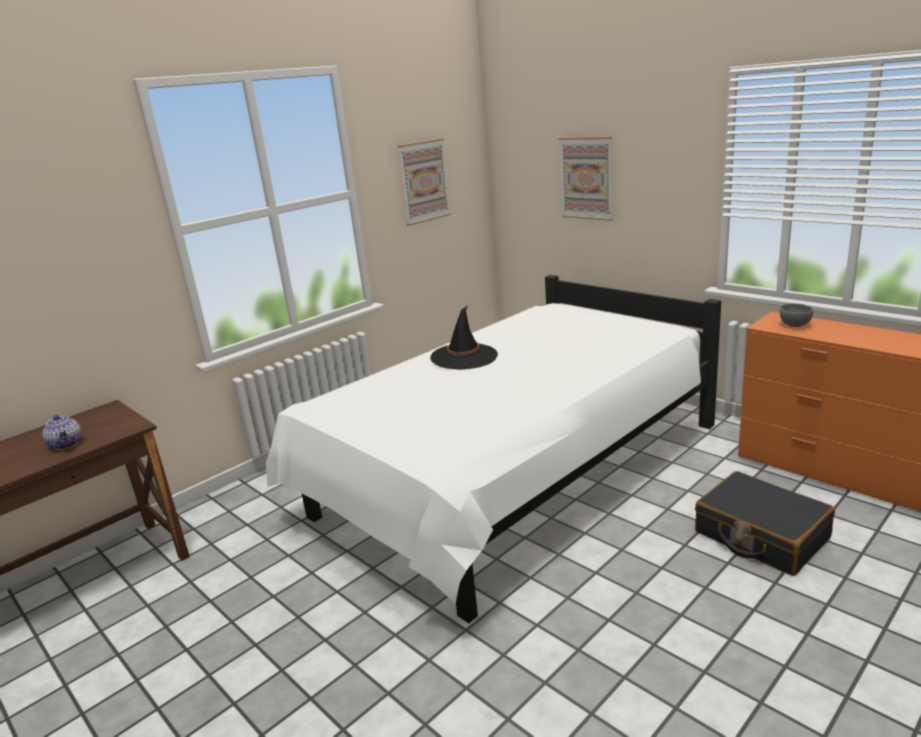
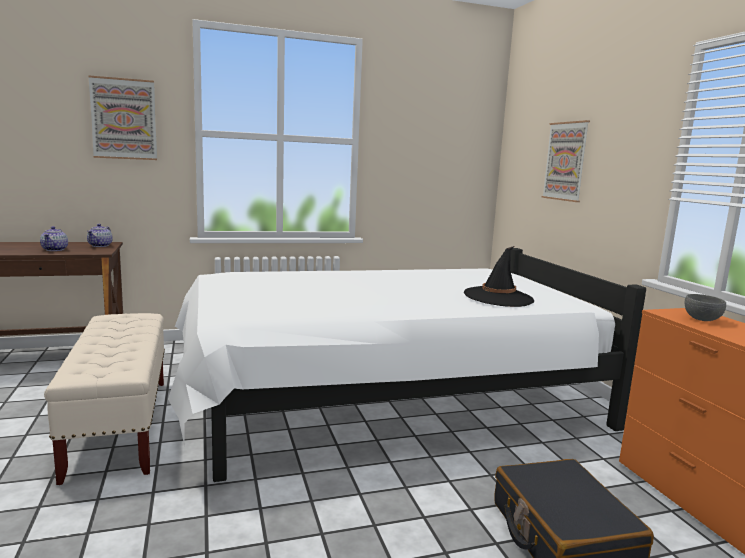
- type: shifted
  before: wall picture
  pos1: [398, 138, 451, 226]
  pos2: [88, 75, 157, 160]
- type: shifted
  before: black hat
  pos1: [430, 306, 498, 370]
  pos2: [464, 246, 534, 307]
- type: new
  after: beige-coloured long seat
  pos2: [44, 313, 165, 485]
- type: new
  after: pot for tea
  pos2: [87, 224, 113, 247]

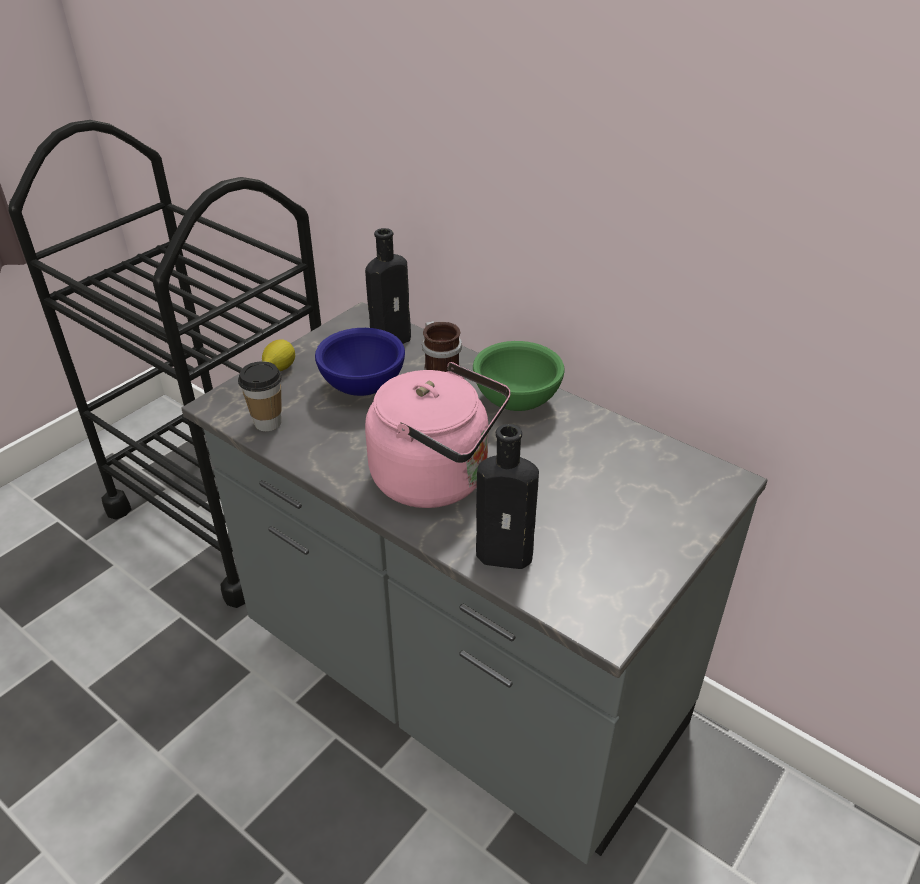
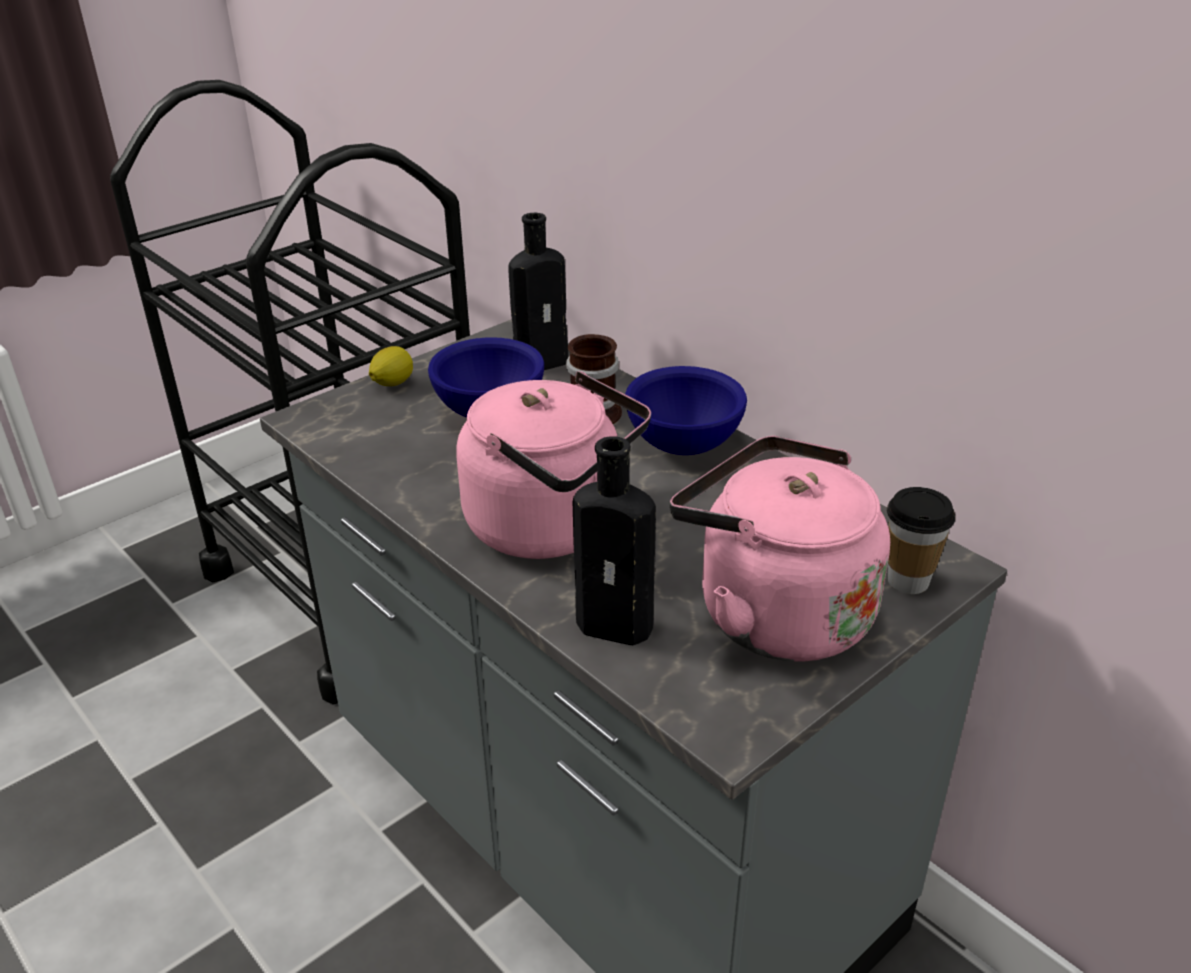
- type: shifted
  before: drinking cup
  pos1: [238, 361, 282, 431]
  pos2: [887, 487, 955, 594]
- type: repainted
  before: green-coloured deep dish
  after: blue-coloured deep dish
  pos1: [473, 341, 565, 411]
  pos2: [625, 366, 747, 455]
- type: new
  after: pink-coloured water kettle
  pos2: [670, 436, 890, 661]

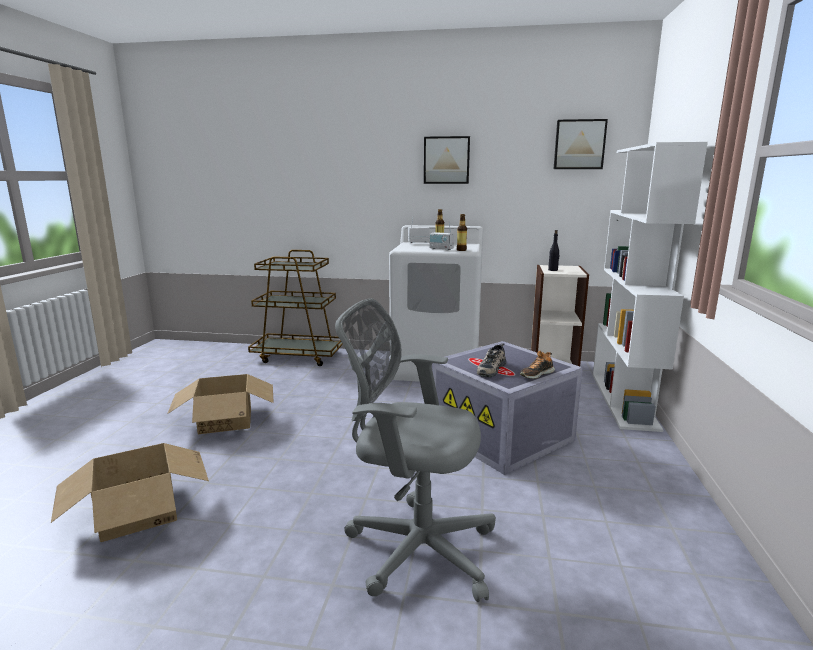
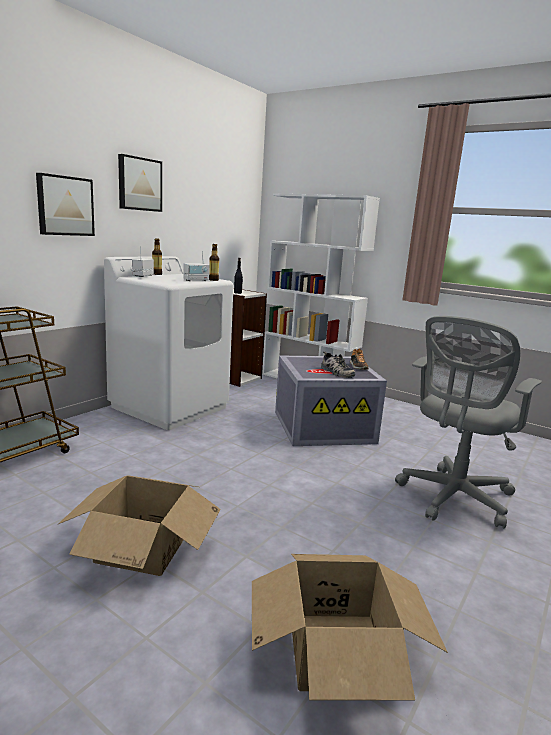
- type: shifted
  before: wall picture
  pos1: [554, 119, 608, 169]
  pos2: [36, 173, 95, 236]

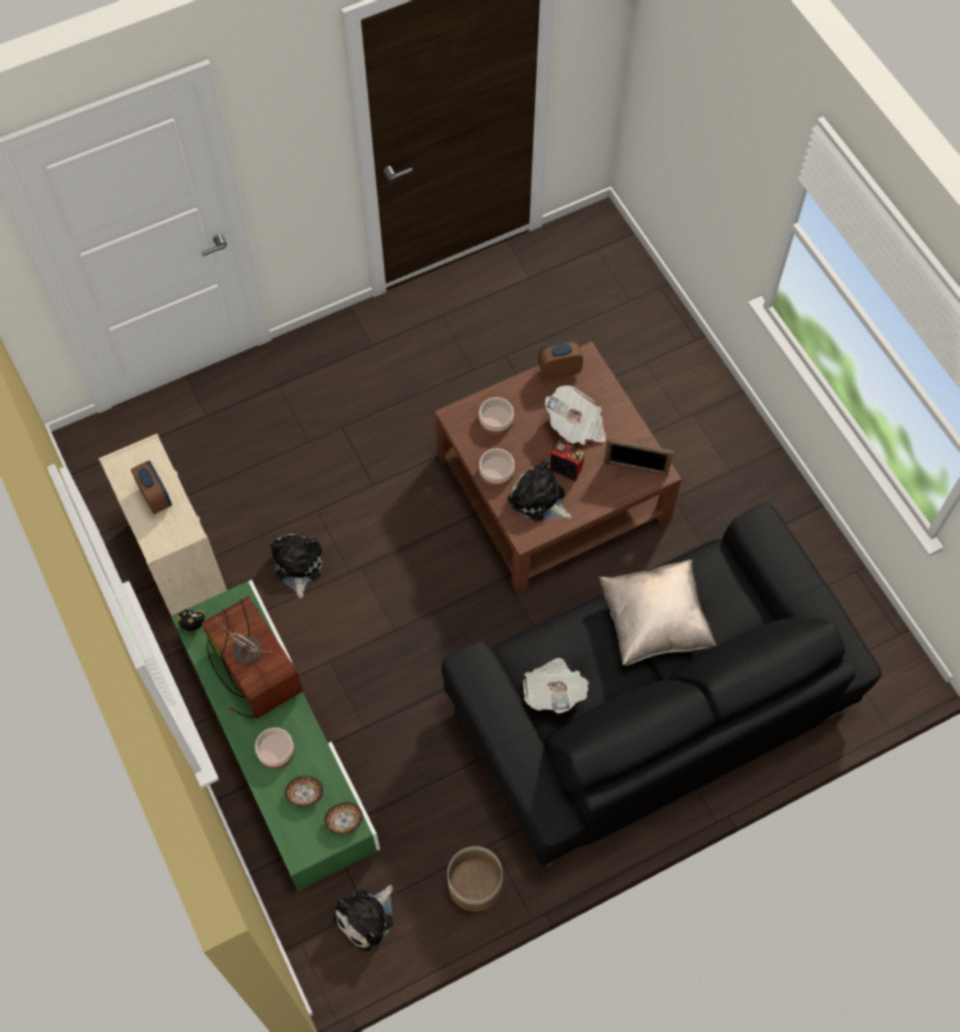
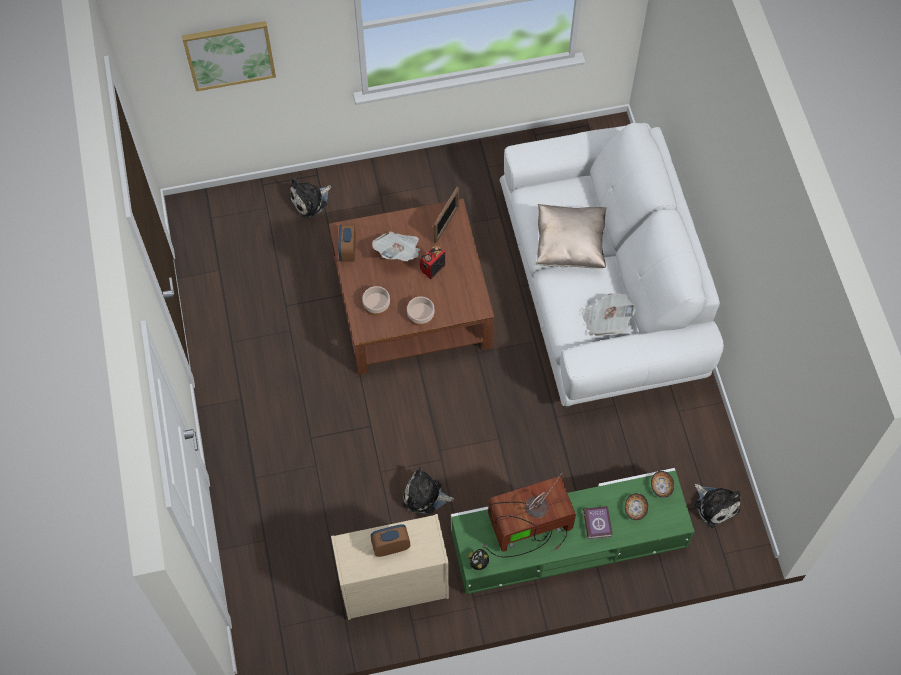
- type: swapped
  before: deep dish
  after: volume
  pos1: [255, 727, 295, 769]
  pos2: [583, 506, 613, 539]
- type: repainted
  before: black couch
  after: whitish couch
  pos1: [441, 503, 881, 868]
  pos2: [500, 123, 724, 408]
- type: gone
  before: plant pot
  pos1: [447, 846, 503, 912]
- type: shifted
  before: cuddly toy
  pos1: [508, 459, 572, 522]
  pos2: [289, 178, 331, 218]
- type: new
  after: wall picture
  pos2: [182, 21, 276, 92]

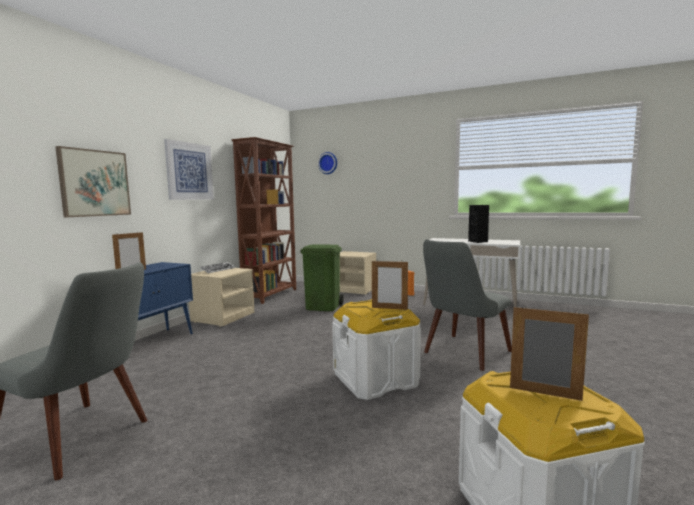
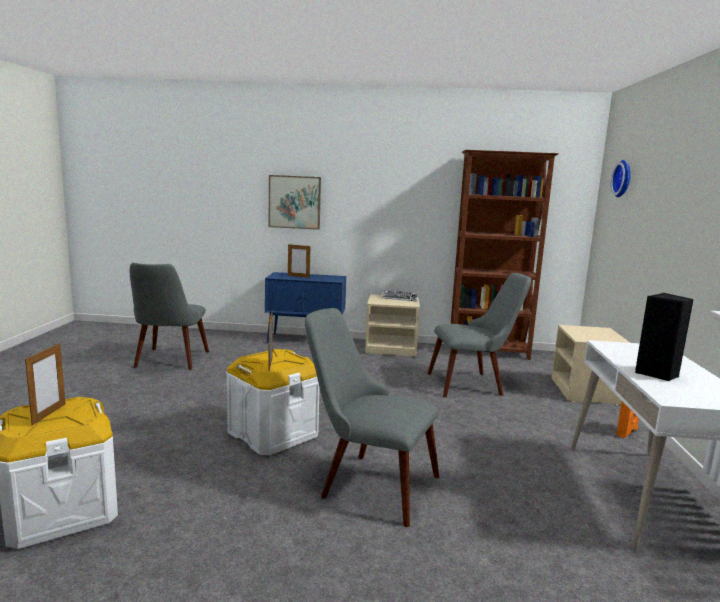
- type: gone
  before: wall picture
  pos1: [164, 139, 214, 200]
- type: swapped
  before: green-coloured rubbish bin
  after: grey plain chair
  pos1: [300, 244, 344, 311]
  pos2: [427, 273, 531, 397]

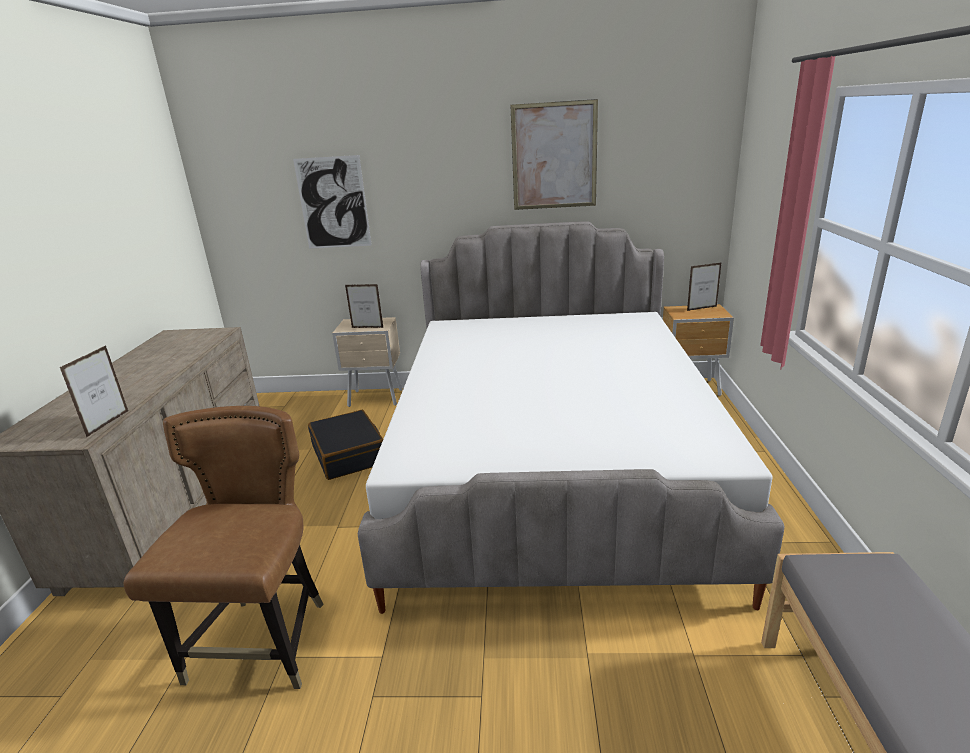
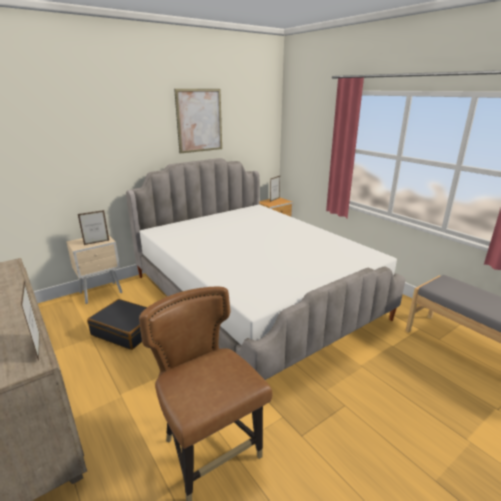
- type: gone
  before: wall picture
  pos1: [293, 155, 372, 249]

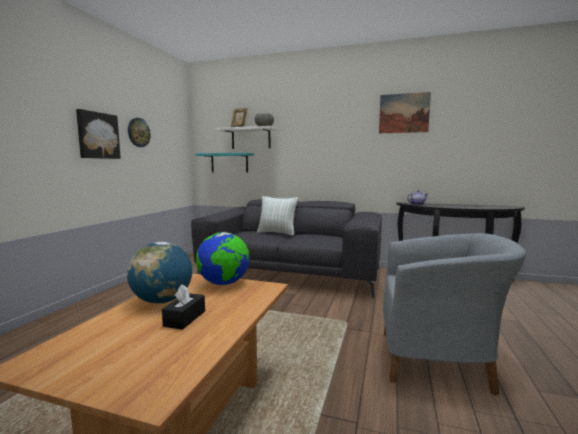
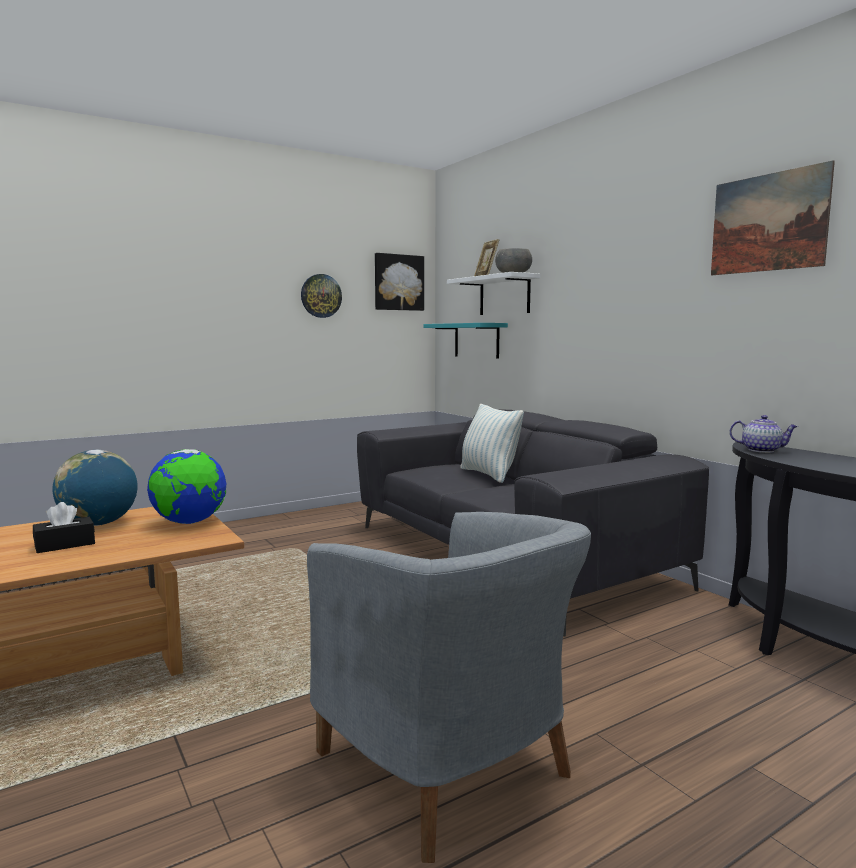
- type: shifted
  before: wall picture
  pos1: [76, 109, 121, 159]
  pos2: [375, 253, 424, 311]

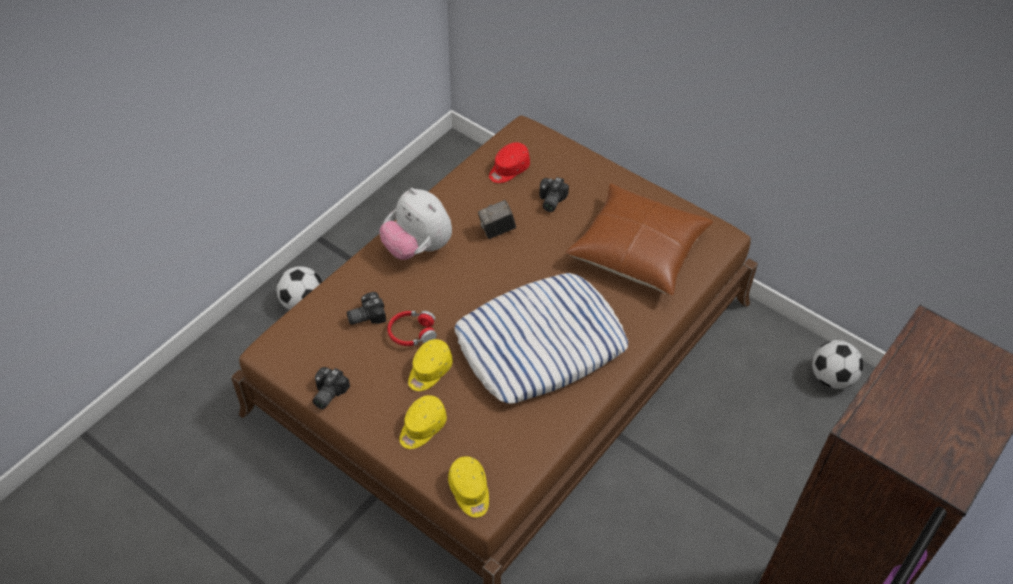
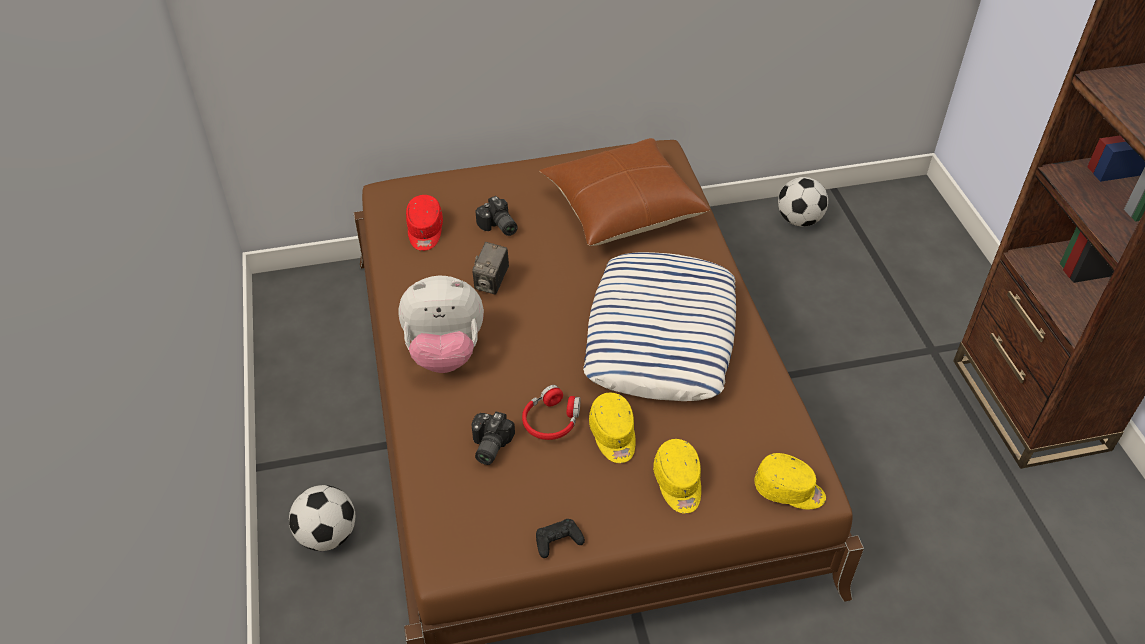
- type: swapped
  before: photo camera
  after: black joypad
  pos1: [313, 367, 350, 409]
  pos2: [536, 519, 585, 558]

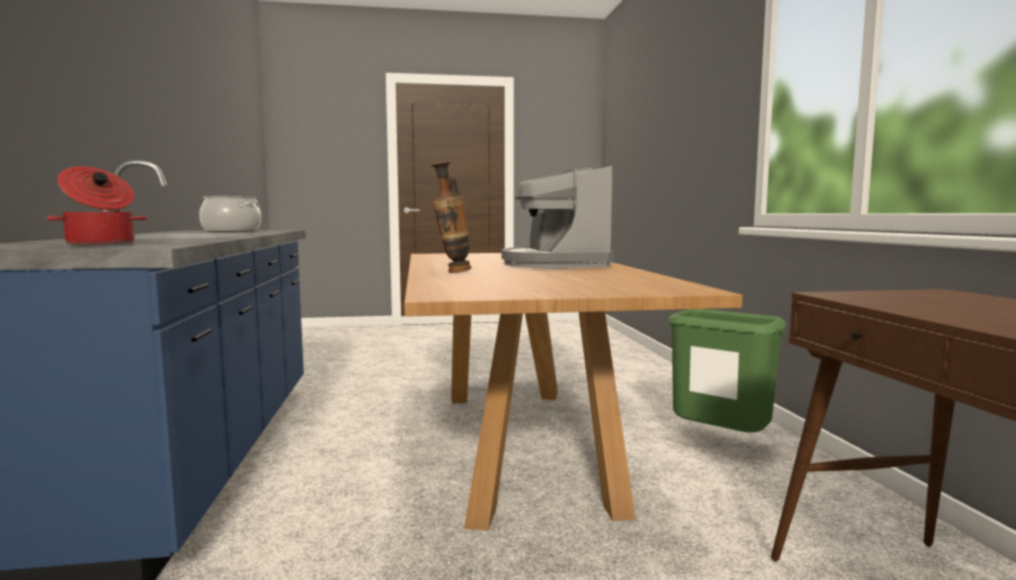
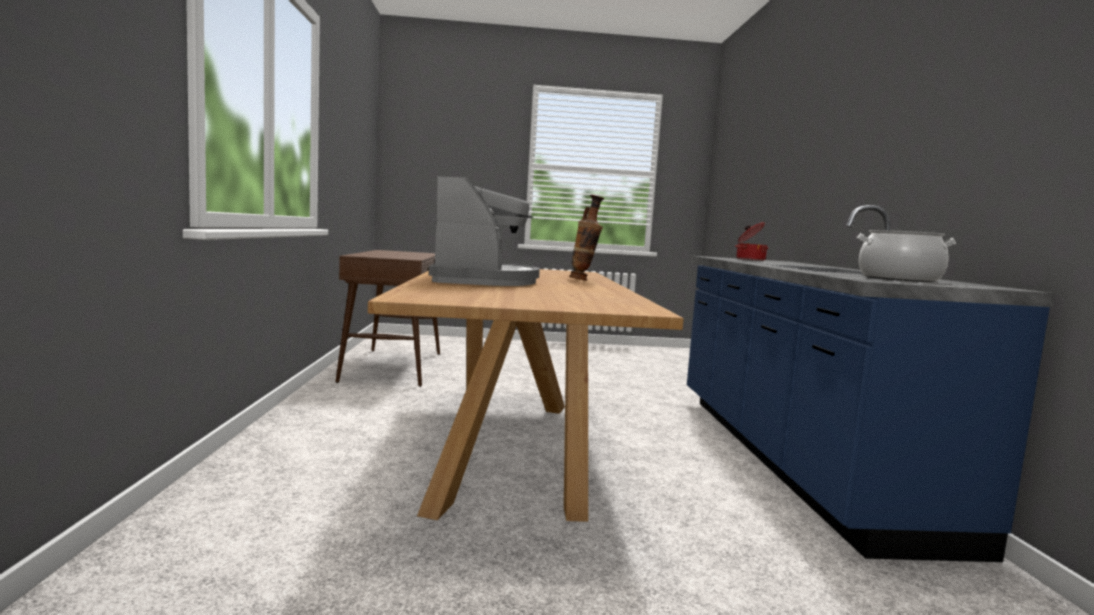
- type: gone
  before: green-coloured rubbish bin
  pos1: [668, 309, 786, 433]

